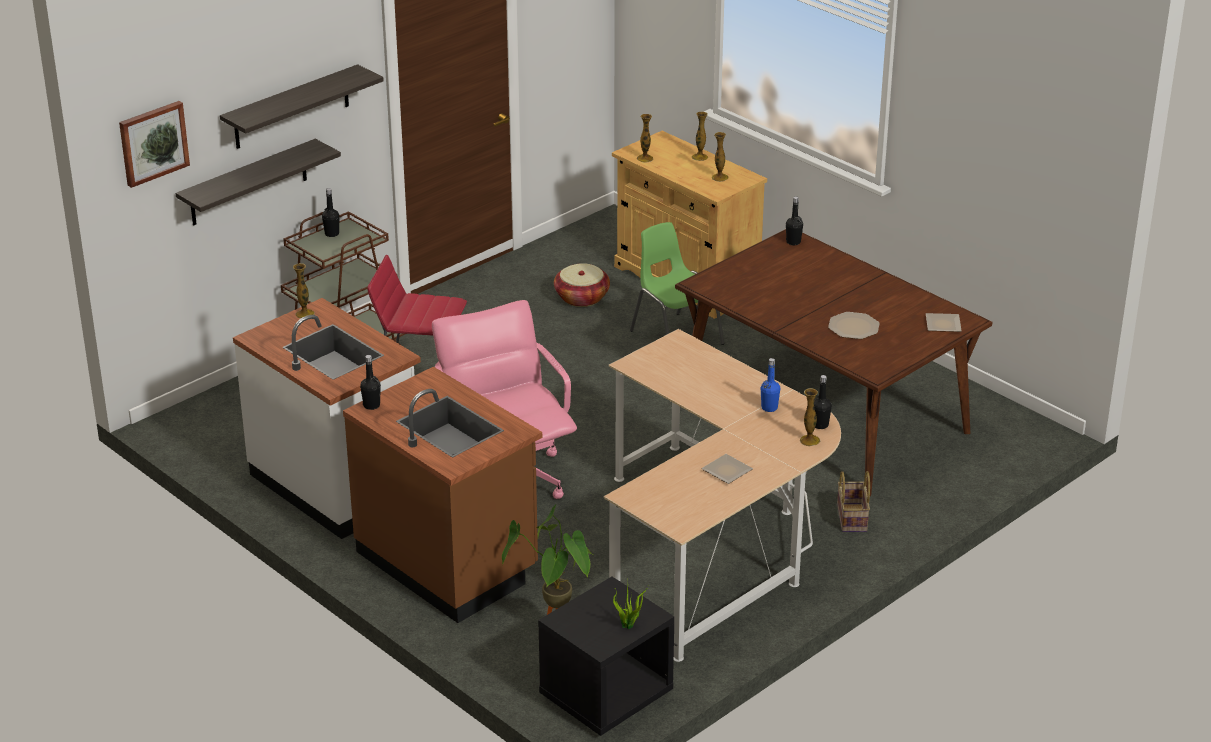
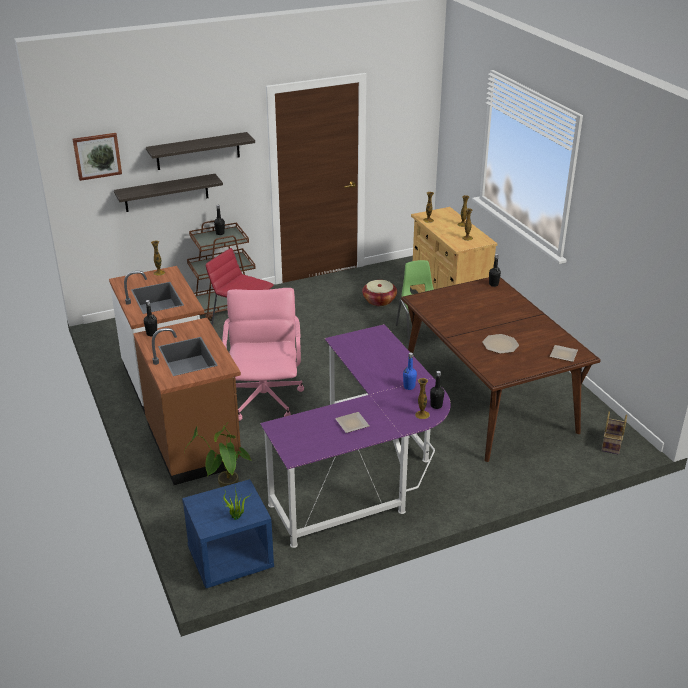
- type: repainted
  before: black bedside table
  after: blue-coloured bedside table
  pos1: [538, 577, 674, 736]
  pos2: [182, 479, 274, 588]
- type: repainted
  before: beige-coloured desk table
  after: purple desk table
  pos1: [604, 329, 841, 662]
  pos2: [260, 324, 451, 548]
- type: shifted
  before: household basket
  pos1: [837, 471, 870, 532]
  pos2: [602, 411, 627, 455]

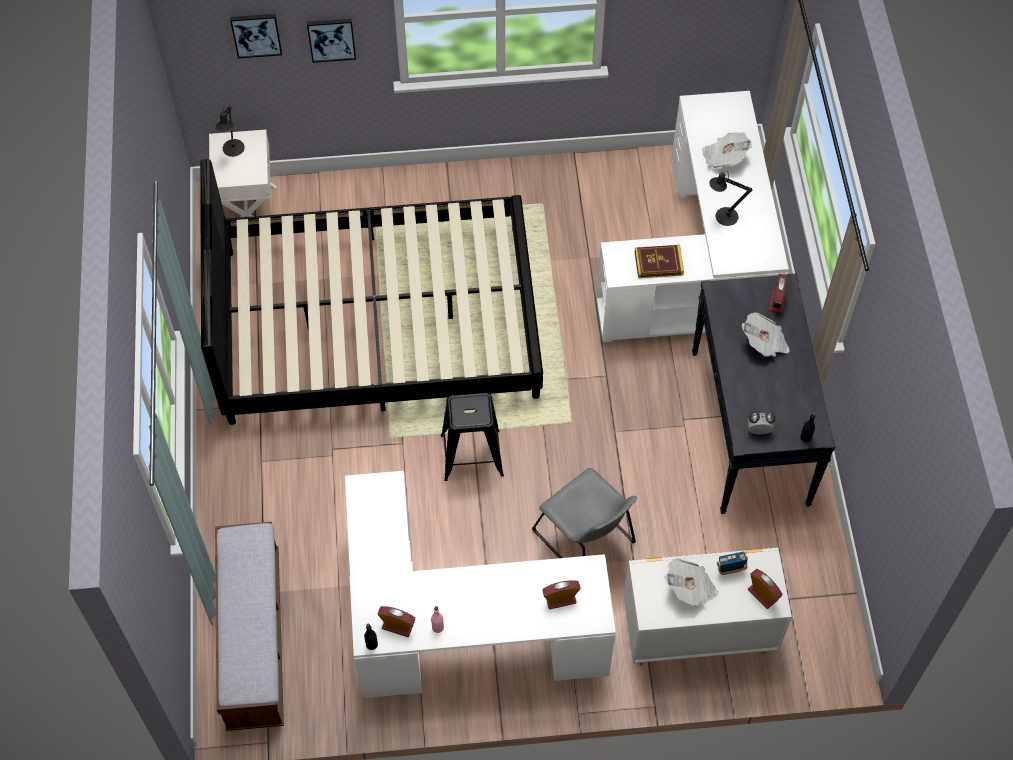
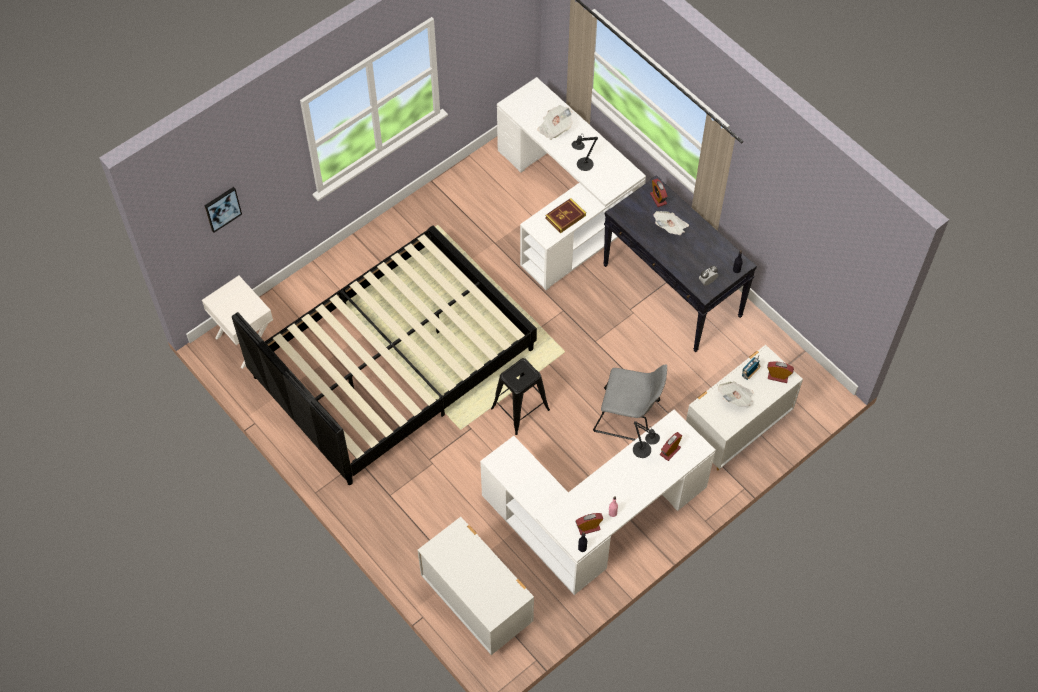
- type: swapped
  before: long seat
  after: whitish drawer chest
  pos1: [215, 522, 284, 731]
  pos2: [418, 517, 534, 655]
- type: shifted
  before: black tabletop lamp
  pos1: [216, 106, 245, 157]
  pos2: [633, 421, 660, 458]
- type: gone
  before: wall picture
  pos1: [307, 19, 356, 63]

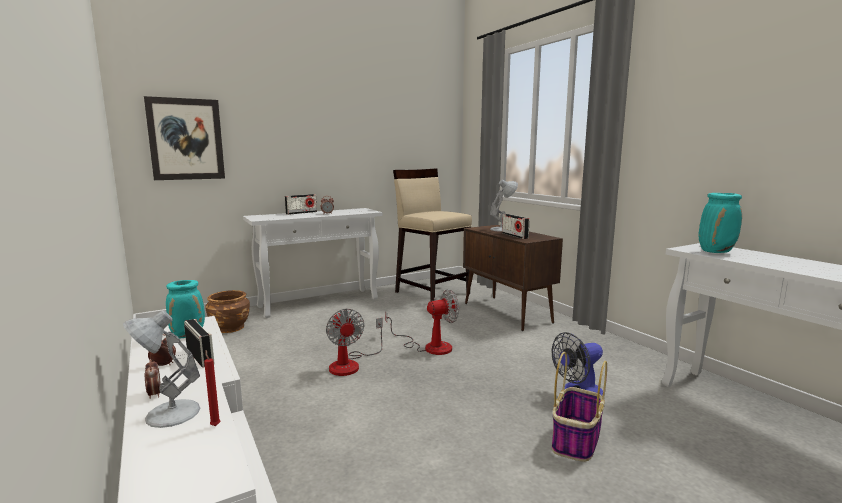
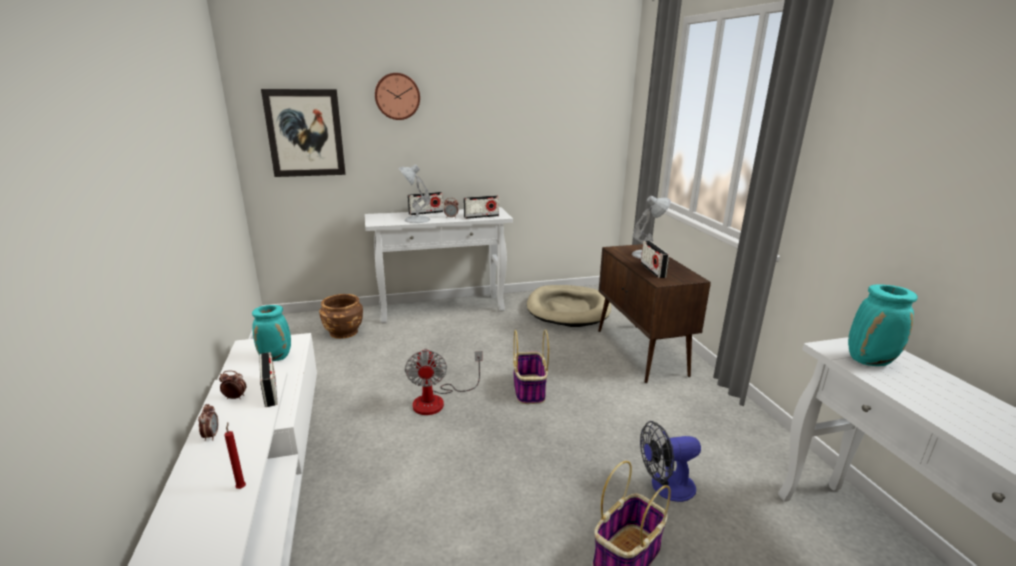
- type: shifted
  before: whitish tabletop lamp
  pos1: [123, 311, 200, 428]
  pos2: [398, 164, 431, 223]
- type: swapped
  before: electric fan
  after: household basket
  pos1: [385, 289, 459, 355]
  pos2: [513, 329, 549, 404]
- type: swapped
  before: beige-coloured stool
  after: beige-coloured pet bed
  pos1: [393, 168, 472, 301]
  pos2: [527, 285, 611, 327]
- type: new
  after: clock on the wall
  pos2: [375, 73, 420, 120]
- type: new
  after: radio
  pos2: [464, 195, 499, 219]

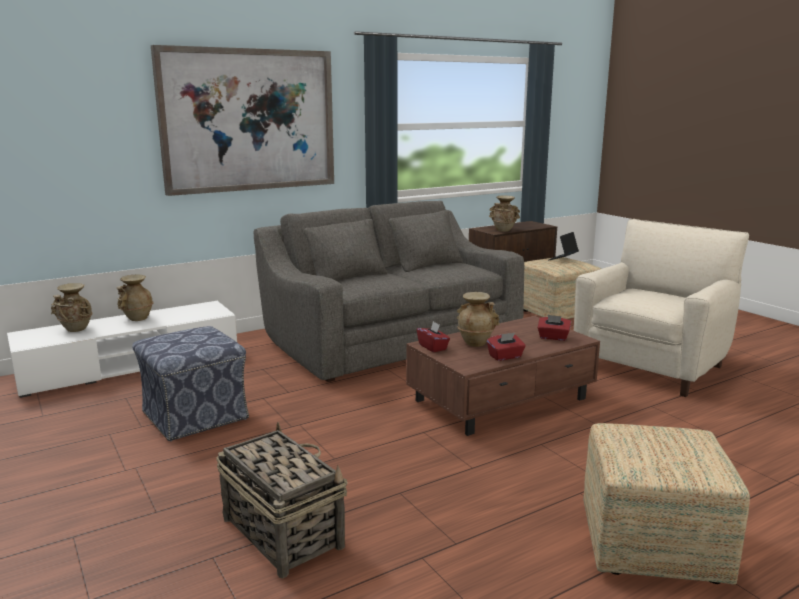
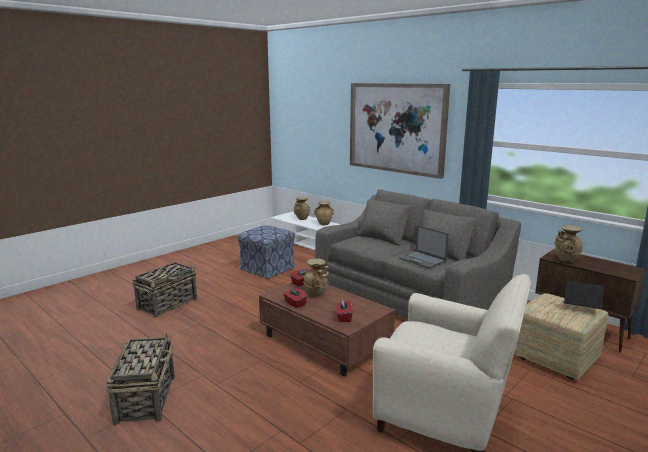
- type: swapped
  before: footrest
  after: household basket
  pos1: [583, 423, 750, 585]
  pos2: [106, 333, 175, 425]
- type: new
  after: notebook computer
  pos2: [399, 225, 449, 269]

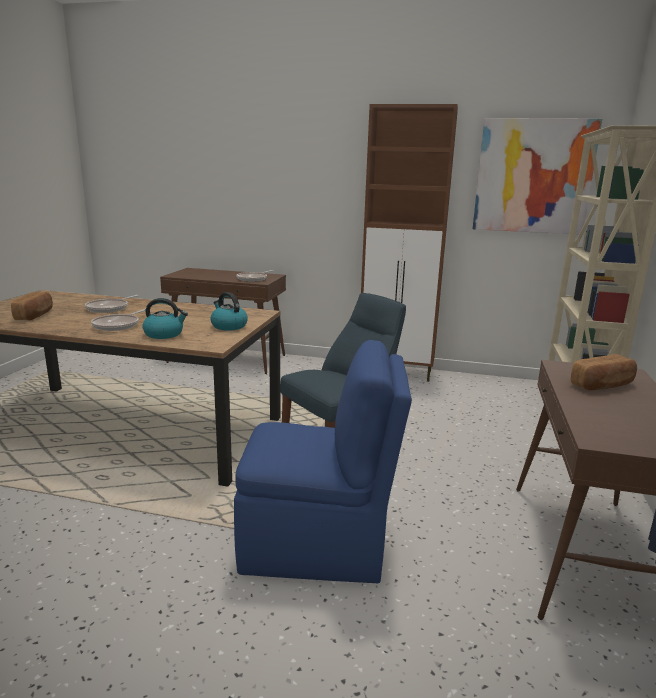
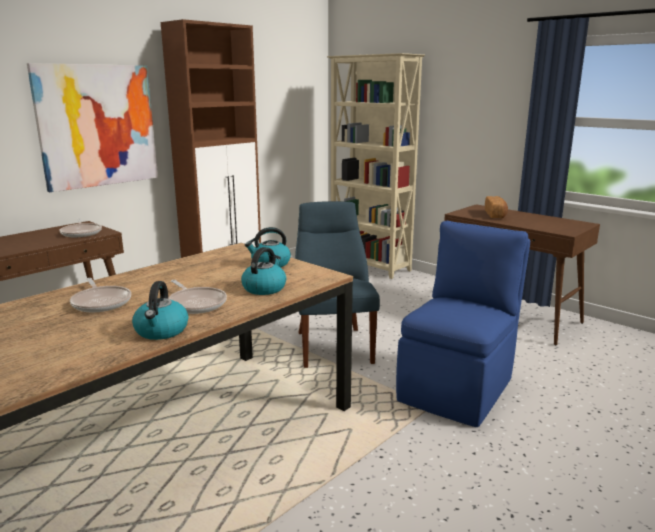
- type: gone
  before: bread
  pos1: [11, 292, 53, 320]
- type: shifted
  before: wall picture
  pos1: [472, 118, 602, 234]
  pos2: [27, 63, 158, 192]
- type: new
  after: water kettle
  pos2: [132, 281, 188, 340]

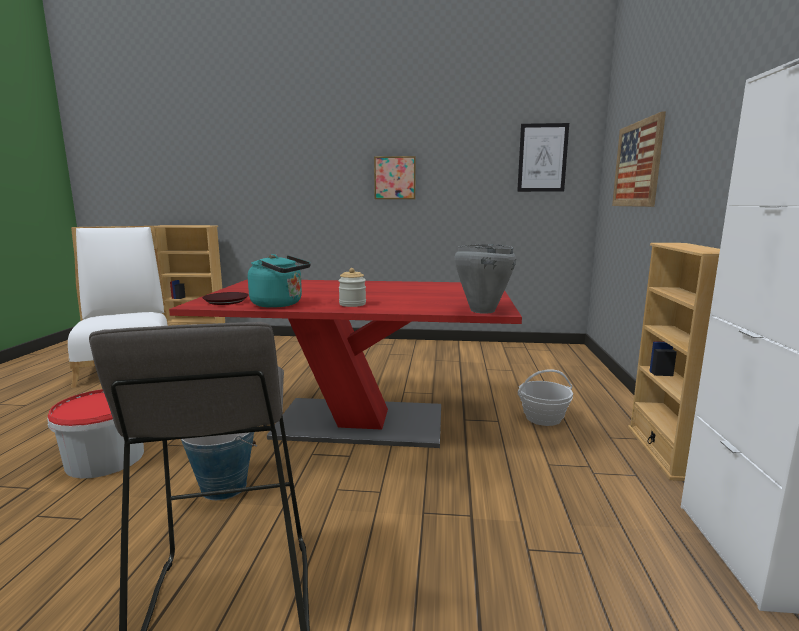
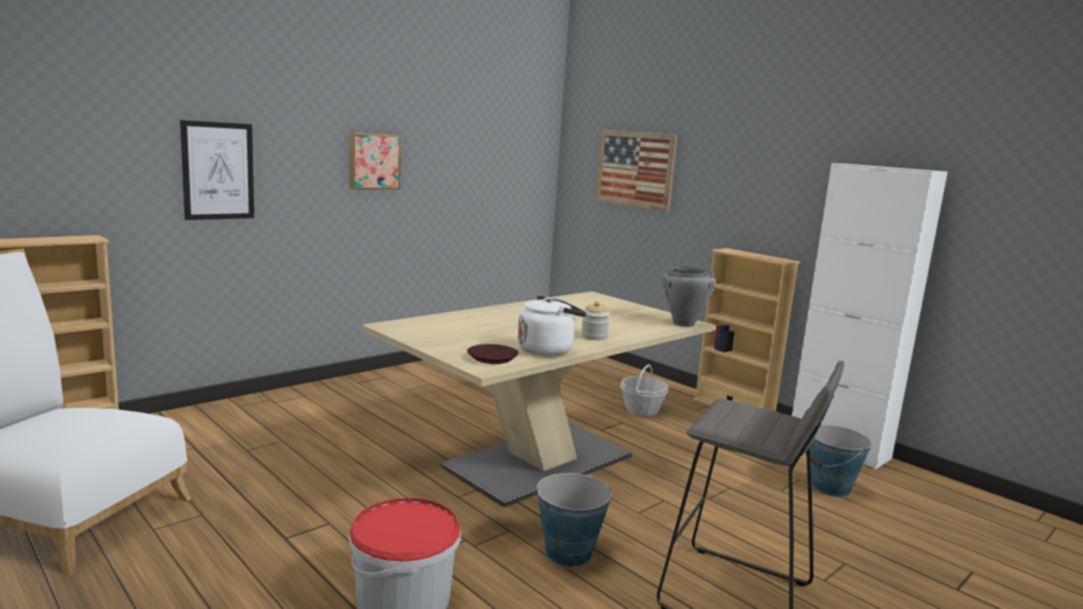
- type: repainted
  before: red dinner table
  after: beige-coloured dinner table
  pos1: [169, 279, 522, 448]
  pos2: [362, 291, 715, 508]
- type: repainted
  before: turquoise water kettle
  after: whitish water kettle
  pos1: [248, 254, 311, 308]
  pos2: [518, 295, 587, 356]
- type: shifted
  before: wall picture
  pos1: [517, 123, 569, 192]
  pos2: [180, 120, 254, 220]
- type: new
  after: water bucket
  pos2: [810, 425, 872, 497]

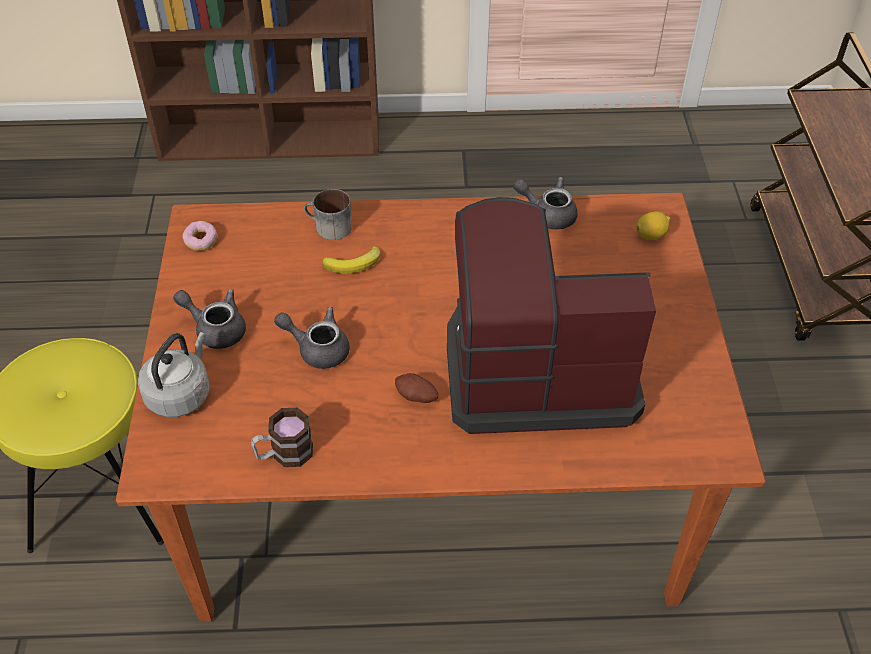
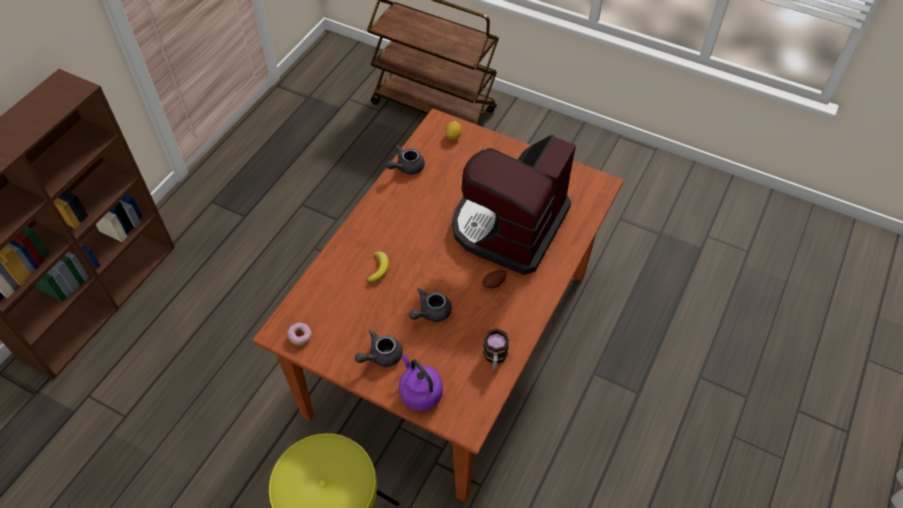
- type: repainted
  before: grey water kettle
  after: purple water kettle
  pos1: [138, 332, 210, 417]
  pos2: [399, 354, 443, 411]
- type: gone
  before: coffee mug
  pos1: [304, 189, 352, 240]

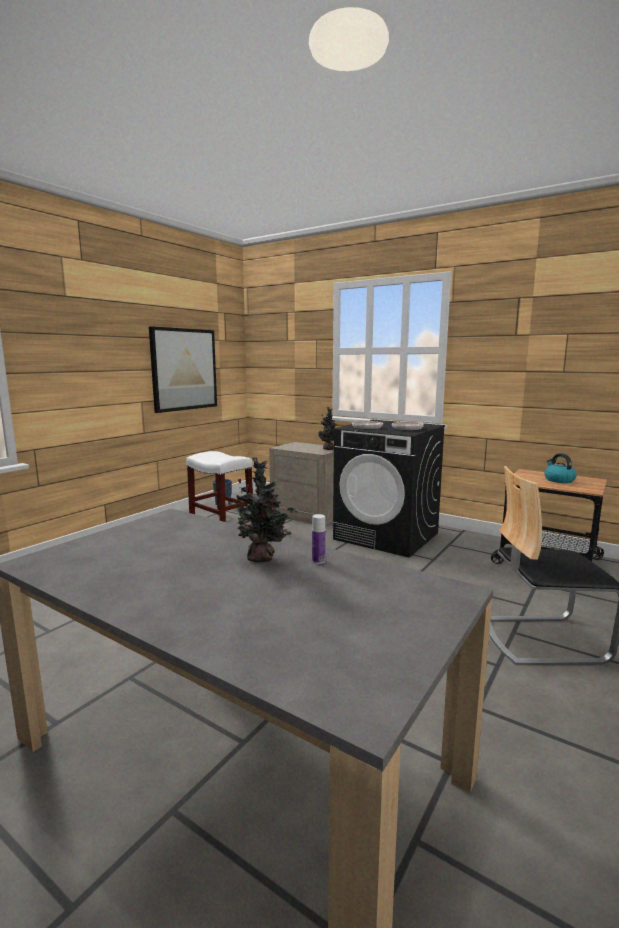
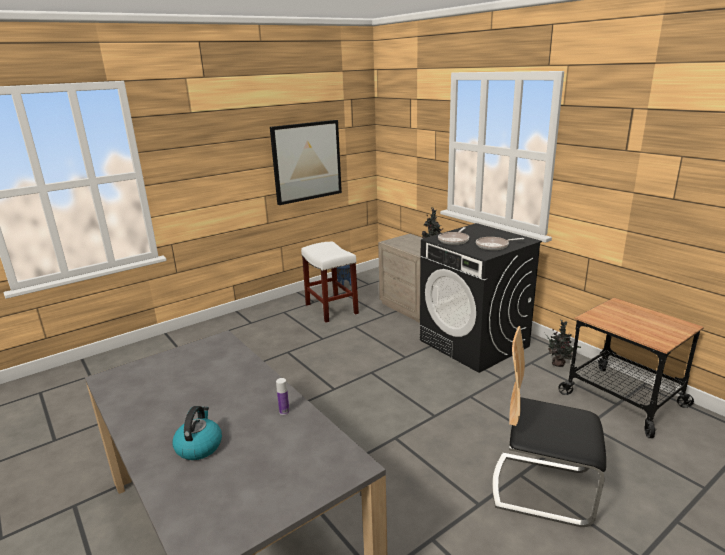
- type: shifted
  before: potted plant
  pos1: [226, 457, 298, 563]
  pos2: [544, 320, 581, 367]
- type: shifted
  before: water kettle
  pos1: [544, 453, 577, 483]
  pos2: [173, 406, 222, 460]

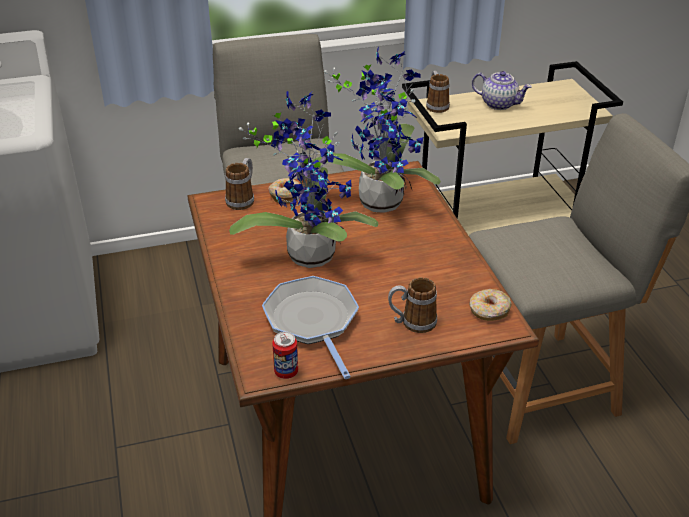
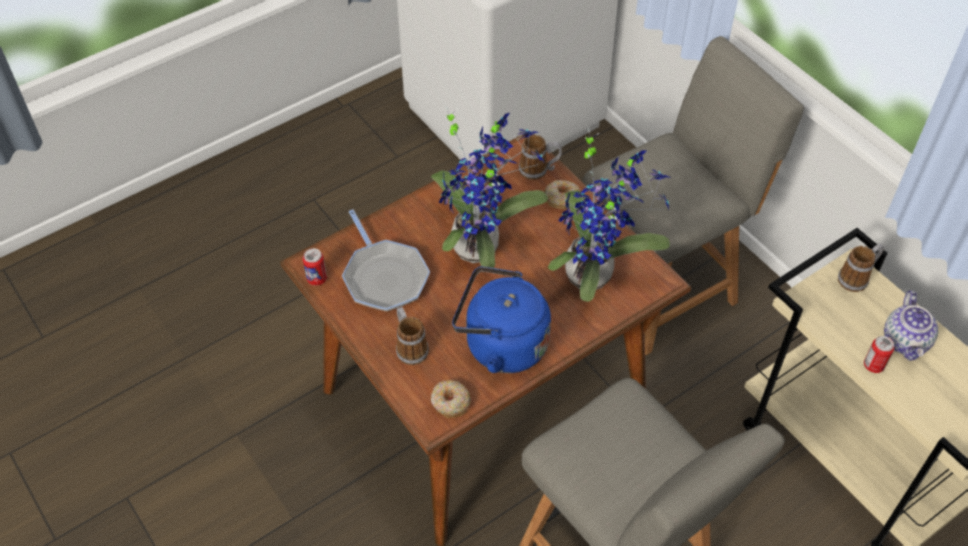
- type: rotated
  before: frying pan
  pos1: [262, 276, 359, 379]
  pos2: [342, 210, 430, 311]
  turn: 105
- type: new
  after: blue-coloured water kettle
  pos2: [452, 266, 551, 373]
- type: new
  after: sealed can
  pos2: [864, 336, 895, 373]

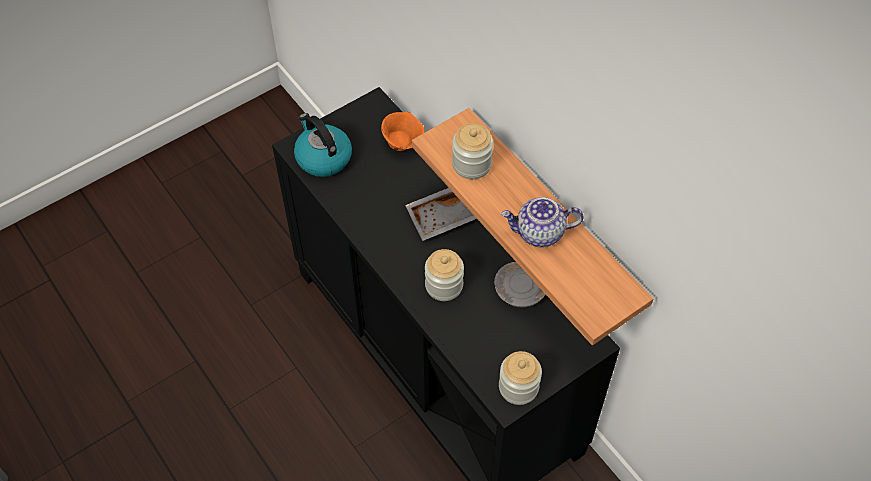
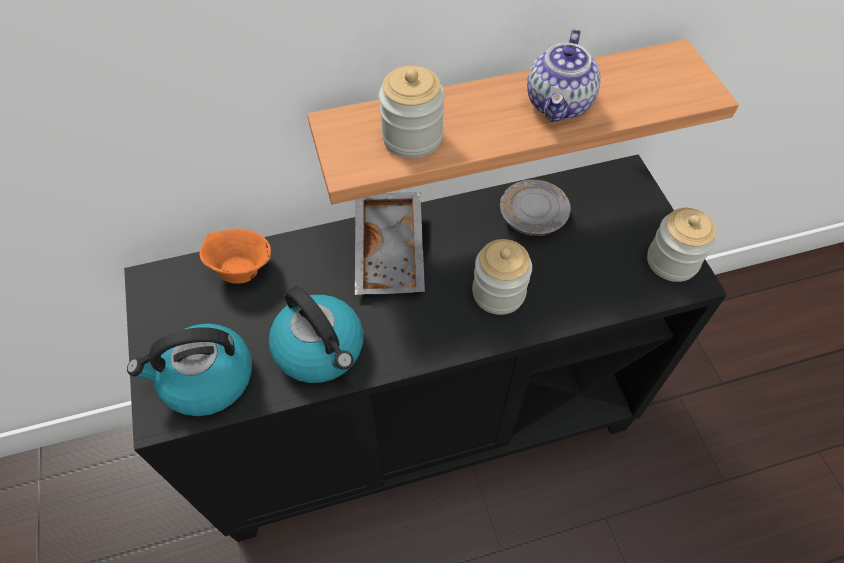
- type: new
  after: water kettle
  pos2: [269, 286, 363, 383]

